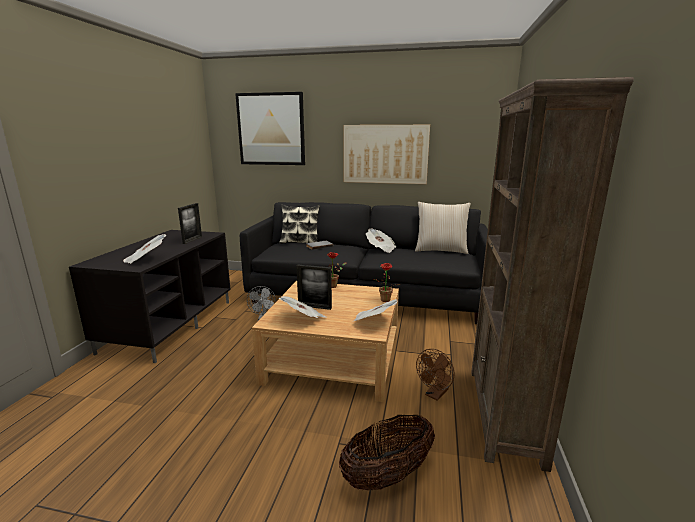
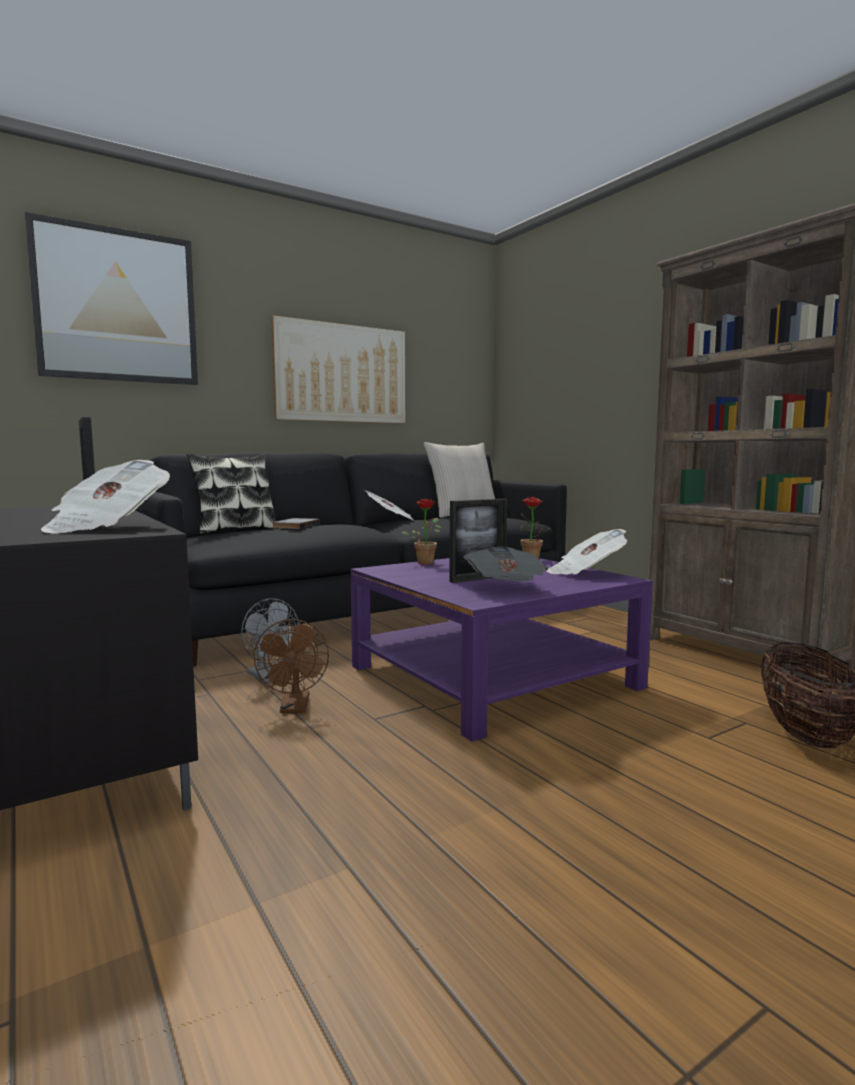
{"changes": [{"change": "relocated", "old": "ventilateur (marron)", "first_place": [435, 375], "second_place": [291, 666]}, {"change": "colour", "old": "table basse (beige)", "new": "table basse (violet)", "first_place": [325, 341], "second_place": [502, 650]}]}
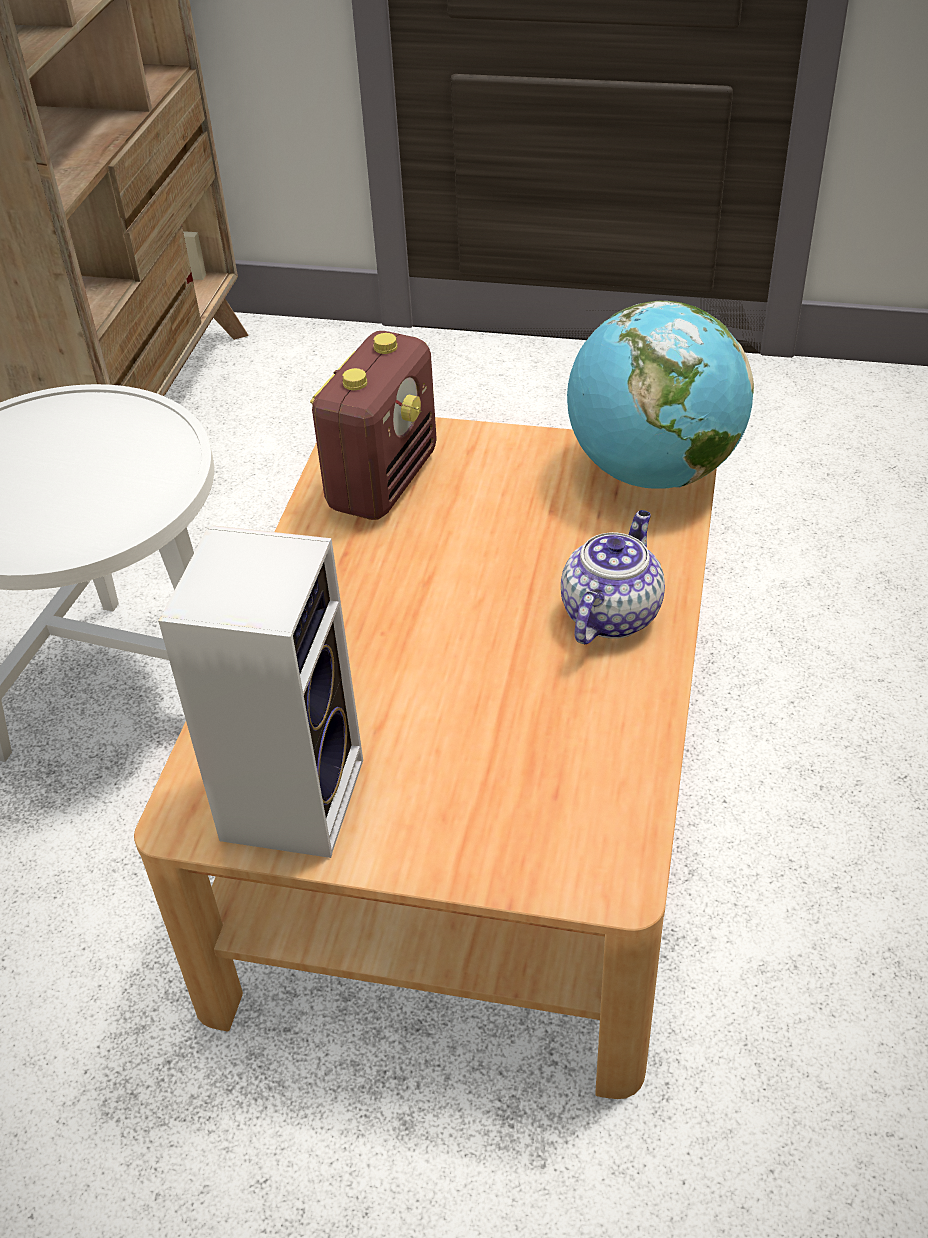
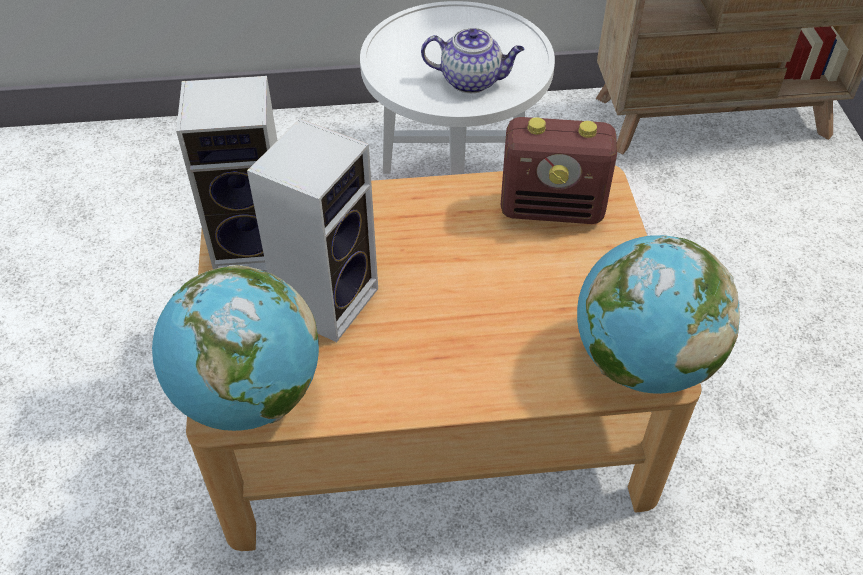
{"changes": [{"change": "appeared", "new": "globe", "second_place": [235, 348]}, {"change": "appeared", "new": "enceinte", "second_place": [312, 230]}, {"change": "relocated", "old": "théière", "first_place": [613, 577], "second_place": [472, 60]}]}
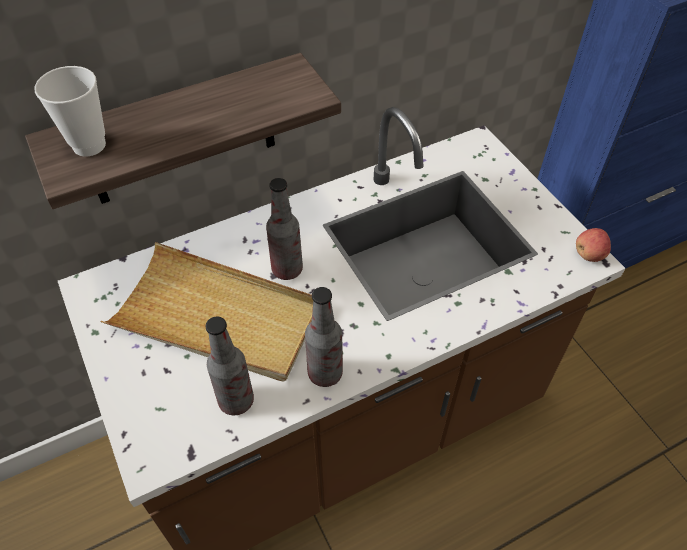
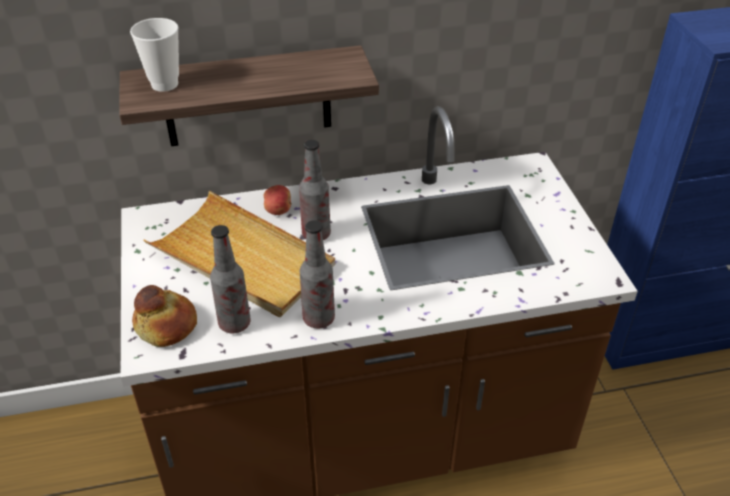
{"changes": [{"change": "appeared", "new": "pain", "second_place": [164, 316]}, {"change": "relocated", "old": "pomme", "first_place": [593, 245], "second_place": [277, 200]}]}
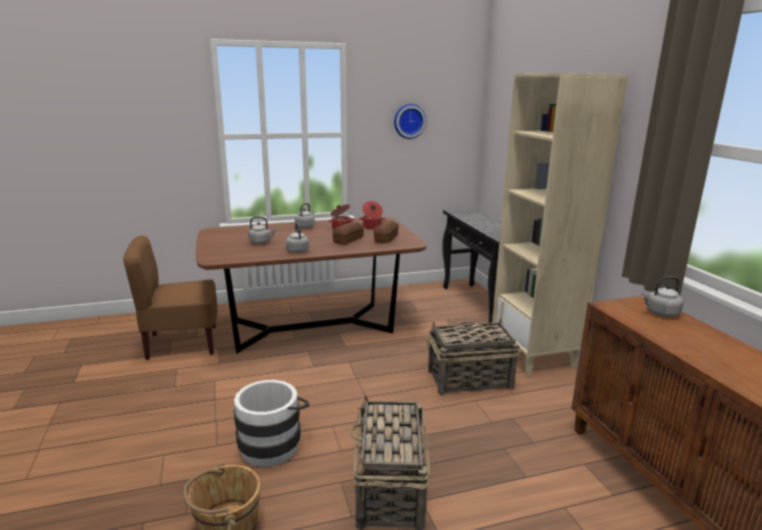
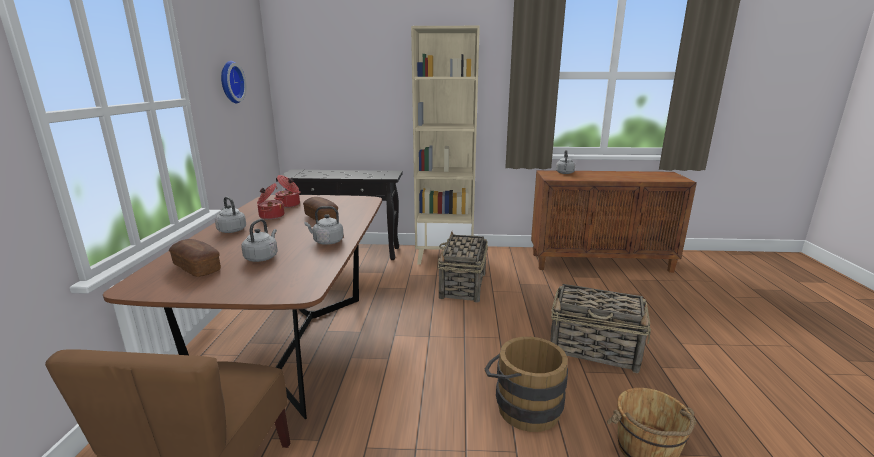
{"changes": [{"change": "relocated", "old": "pain", "first_place": [386, 232], "second_place": [195, 258]}, {"change": "colour", "old": "seau (blanc)", "new": "seau (marron)", "first_place": [272, 423], "second_place": [526, 384]}]}
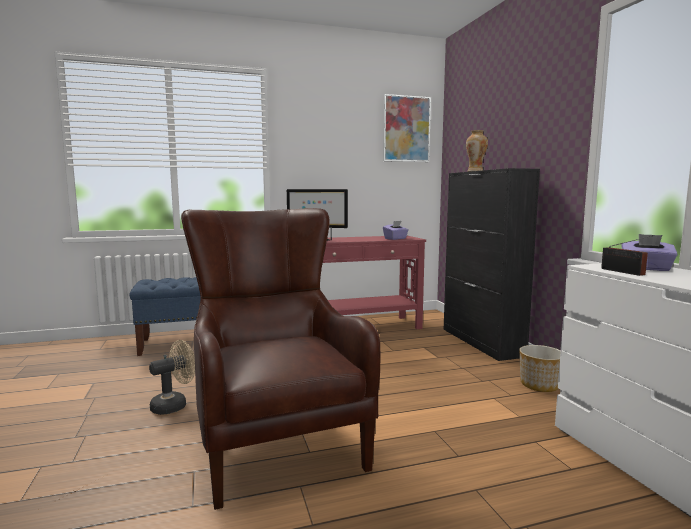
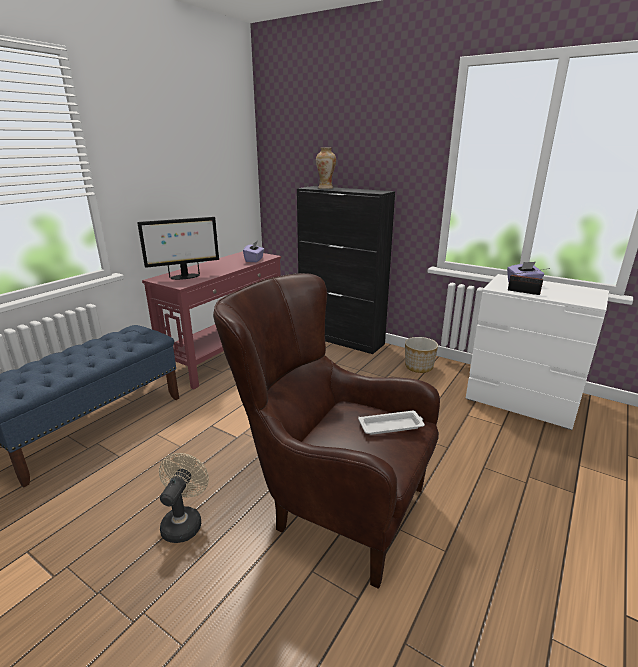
{"changes": [{"change": "appeared", "new": "plateau (blanc)", "second_place": [391, 423]}, {"change": "missing", "old": "tableau", "first_place": [407, 128]}]}
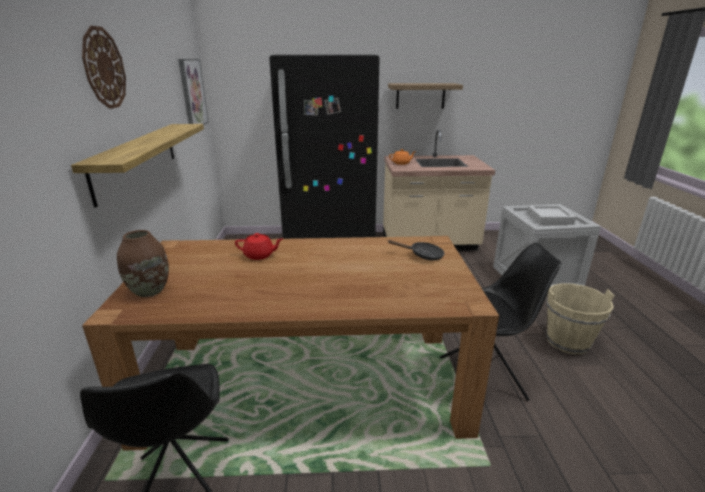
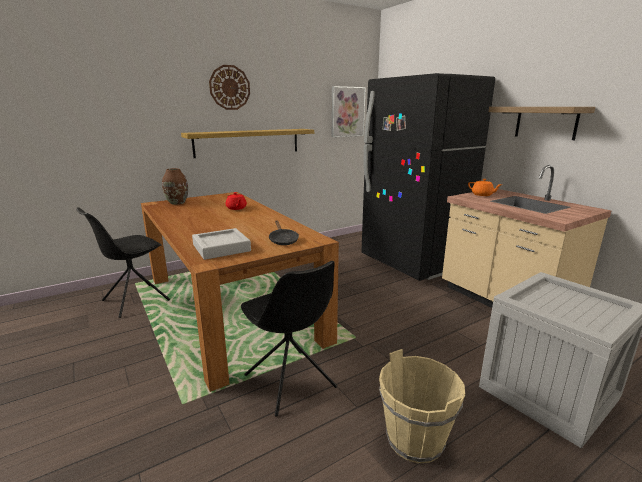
{"changes": [{"change": "relocated", "old": "plateau (gris)", "first_place": [551, 215], "second_place": [221, 244]}]}
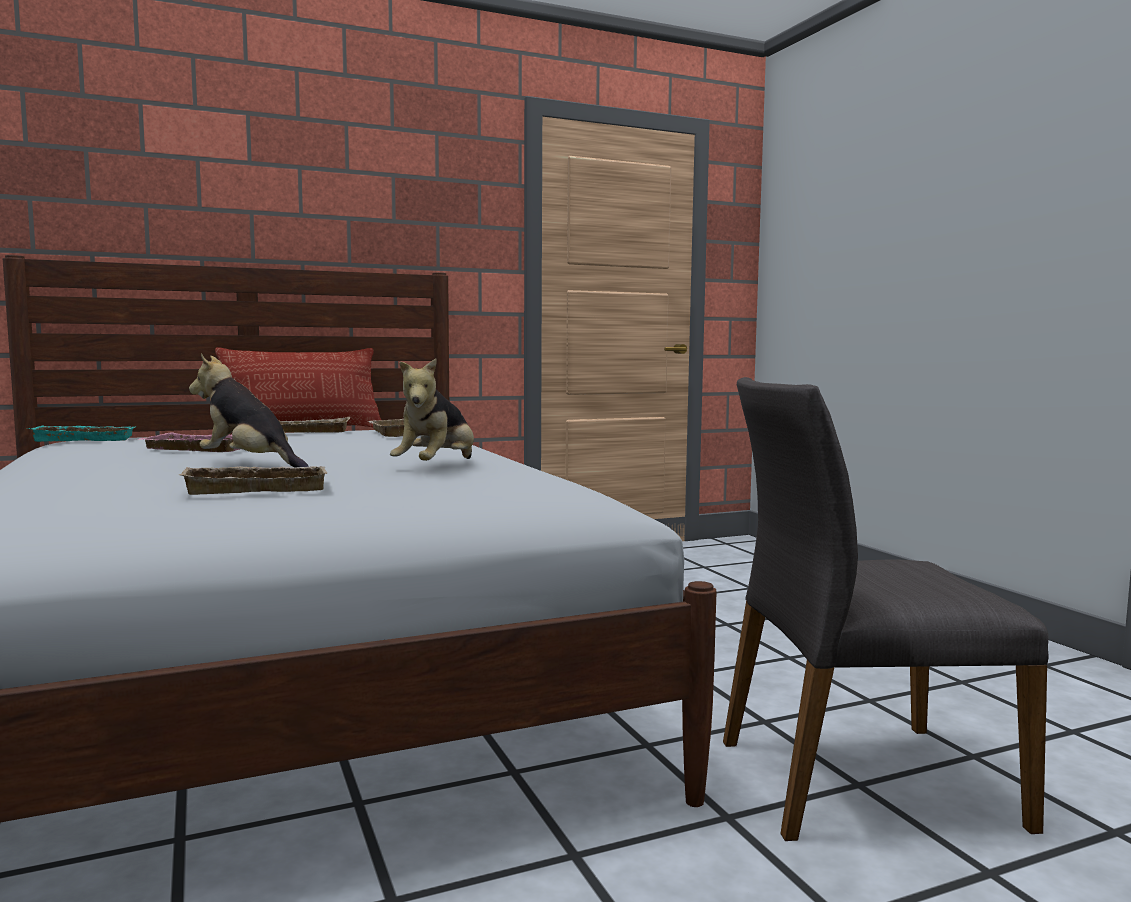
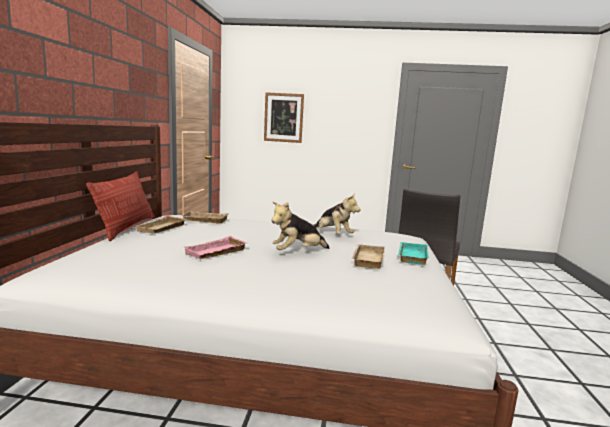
{"changes": [{"change": "appeared", "new": "tableau", "second_place": [284, 117]}, {"change": "relocated", "old": "plateau (turquoise)", "first_place": [81, 434], "second_place": [413, 253]}]}
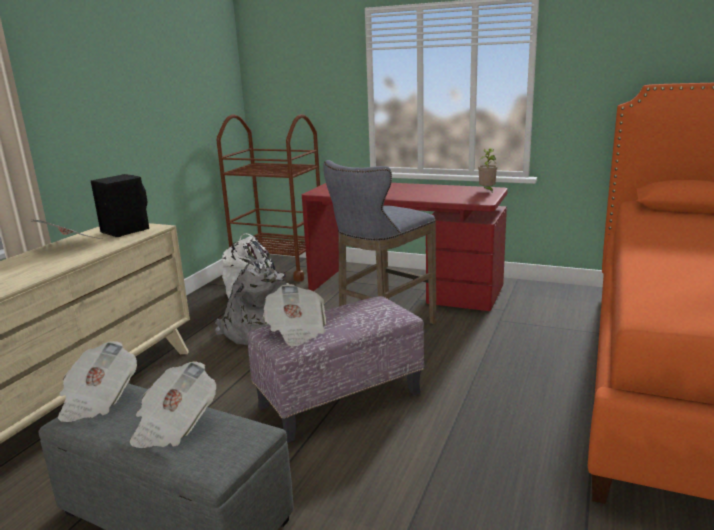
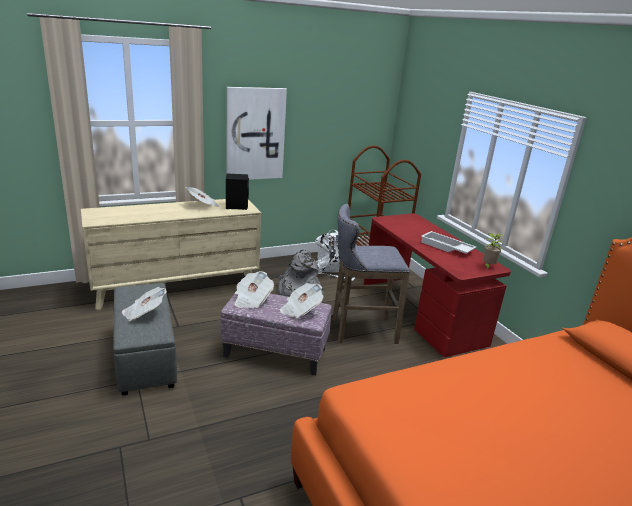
{"changes": [{"change": "appeared", "new": "tableau", "second_place": [257, 133]}, {"change": "relocated", "old": "journal", "first_place": [97, 381], "second_place": [301, 300]}, {"change": "appeared", "new": "plateau (blanc)", "second_place": [448, 242]}]}
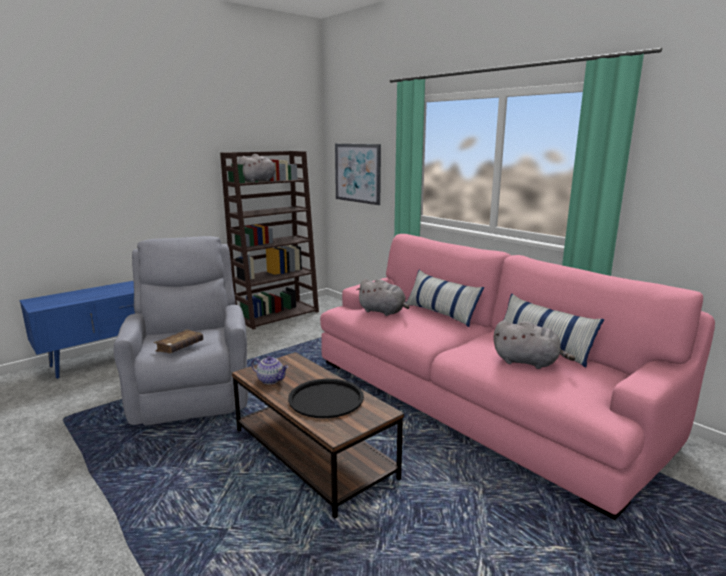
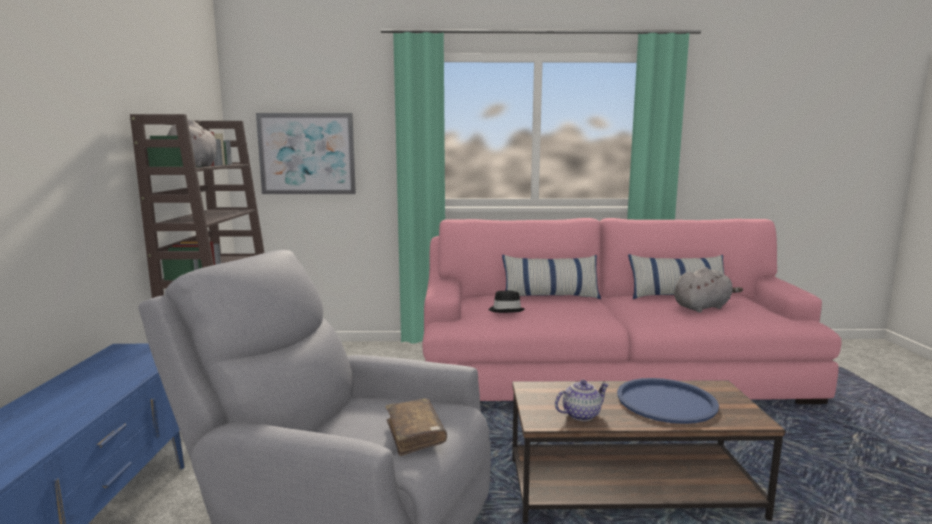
{"changes": [{"change": "exchanged", "old": "peluche (gris)", "new": "chapeau (noir)", "first_place": [382, 297], "second_place": [507, 301]}, {"change": "colour", "old": "plateau (noir)", "new": "plateau (bleu)", "first_place": [326, 398], "second_place": [668, 401]}]}
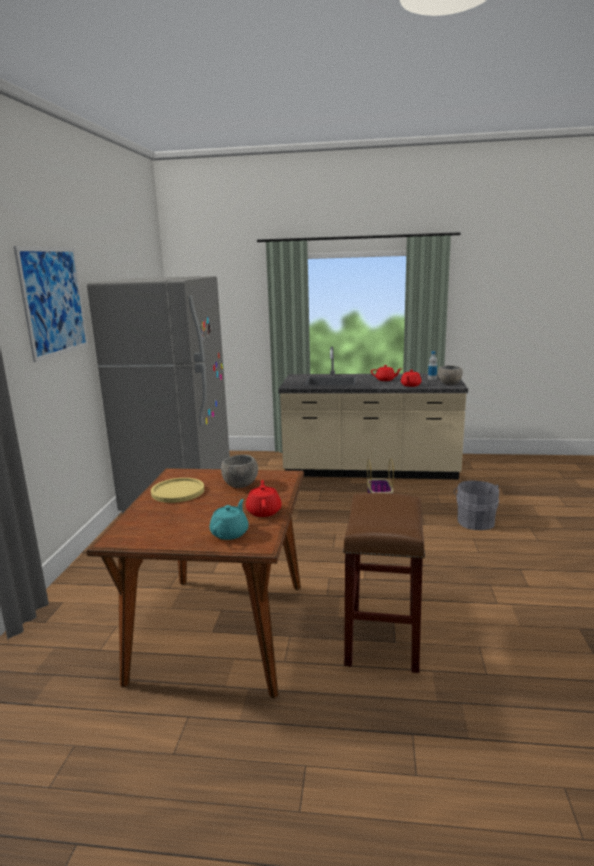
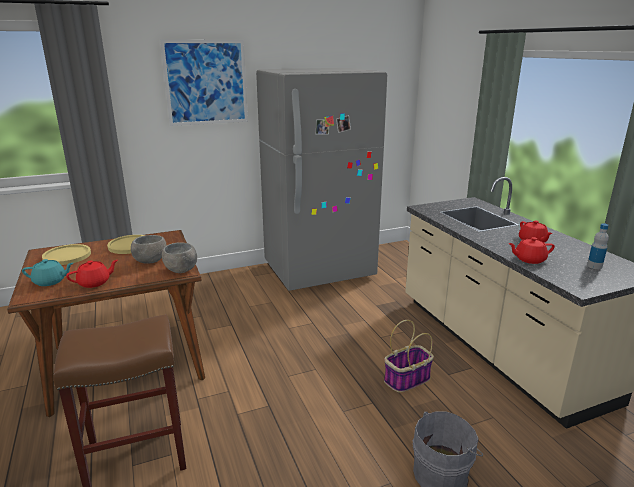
{"changes": [{"change": "appeared", "new": "assiette (jaune)", "second_place": [66, 254]}, {"change": "relocated", "old": "bol (gris)", "first_place": [450, 375], "second_place": [179, 257]}]}
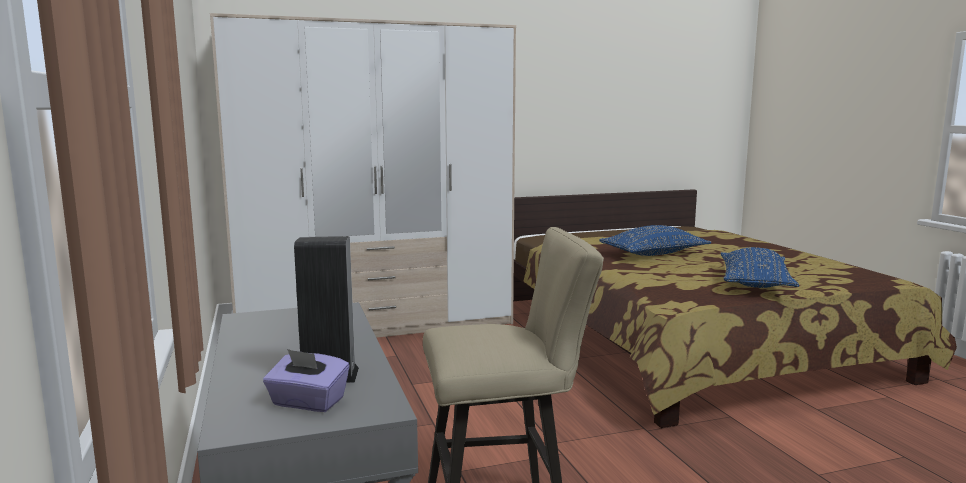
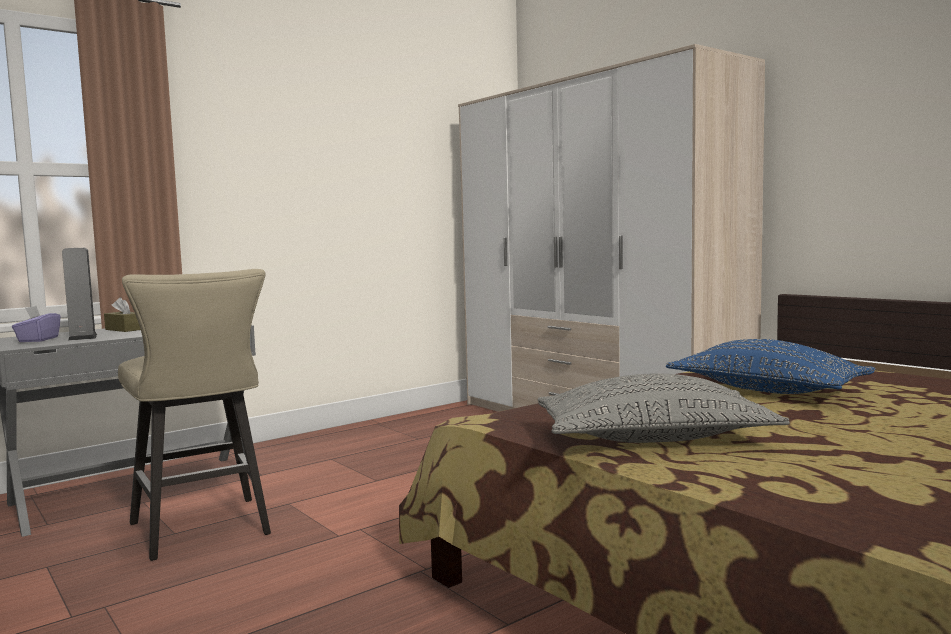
{"changes": [{"change": "appeared", "new": "boîte à mouchoirs (marron)", "second_place": [122, 314]}, {"change": "colour", "old": "coussin (bleu)", "new": "coussin (gris)", "first_place": [760, 267], "second_place": [663, 408]}]}
